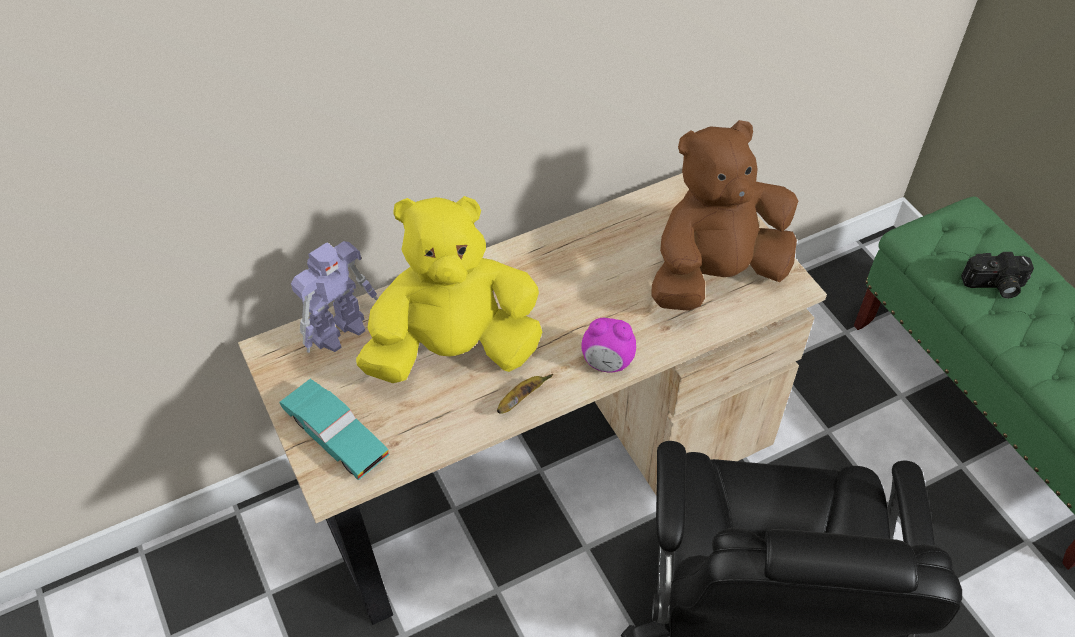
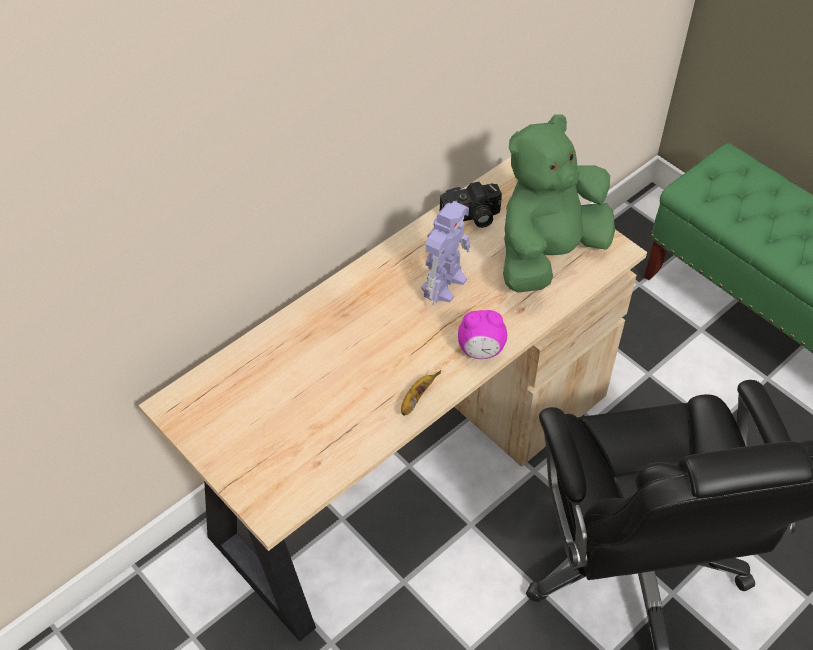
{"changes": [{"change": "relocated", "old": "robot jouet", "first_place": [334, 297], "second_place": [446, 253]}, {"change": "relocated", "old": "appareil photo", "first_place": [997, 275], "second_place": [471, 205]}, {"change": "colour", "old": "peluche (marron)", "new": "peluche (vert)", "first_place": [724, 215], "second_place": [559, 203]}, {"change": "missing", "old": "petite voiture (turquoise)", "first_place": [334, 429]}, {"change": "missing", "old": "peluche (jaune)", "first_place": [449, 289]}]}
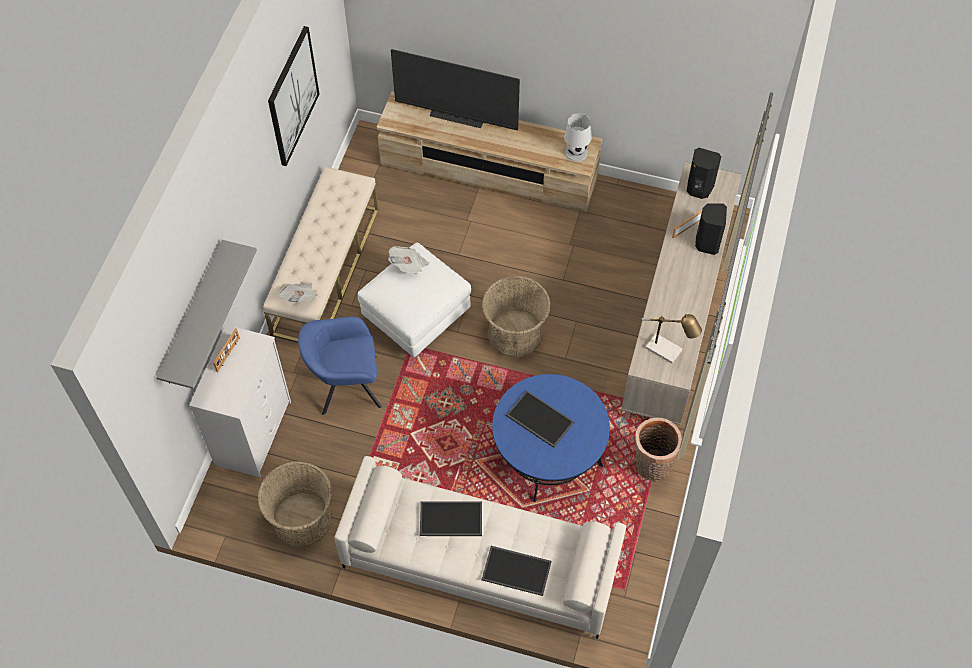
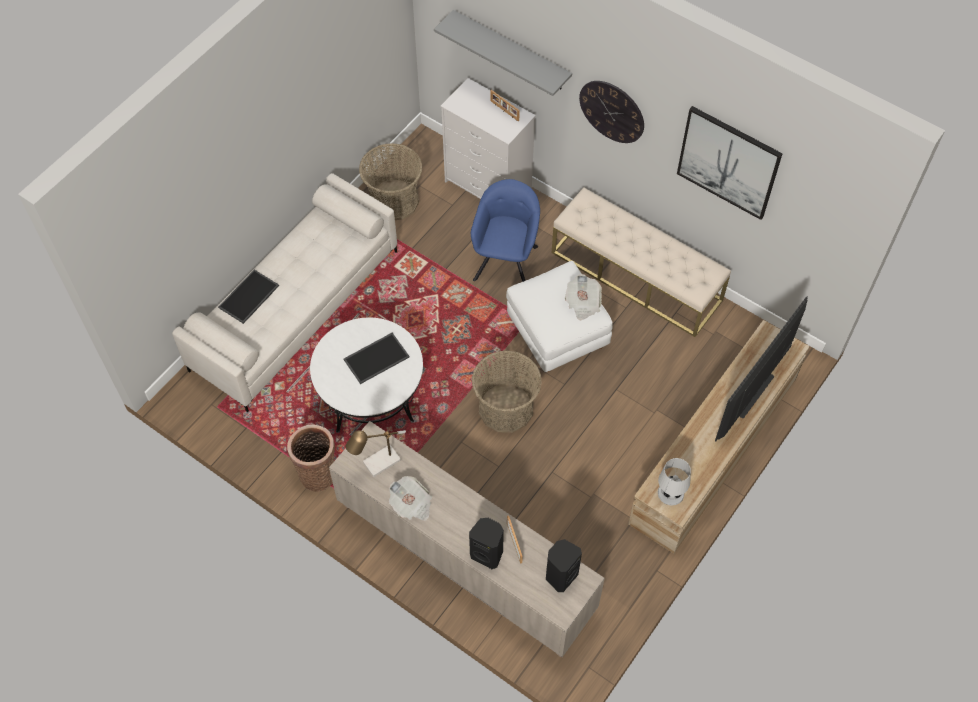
{"changes": [{"change": "colour", "old": "table basse (bleu)", "new": "table basse (blanc)", "first_place": [551, 438], "second_place": [366, 375]}, {"change": "relocated", "old": "journal", "first_place": [297, 292], "second_place": [410, 498]}, {"change": "appeared", "new": "horloge murale", "second_place": [611, 112]}, {"change": "missing", "old": "plateau", "first_place": [451, 518]}]}
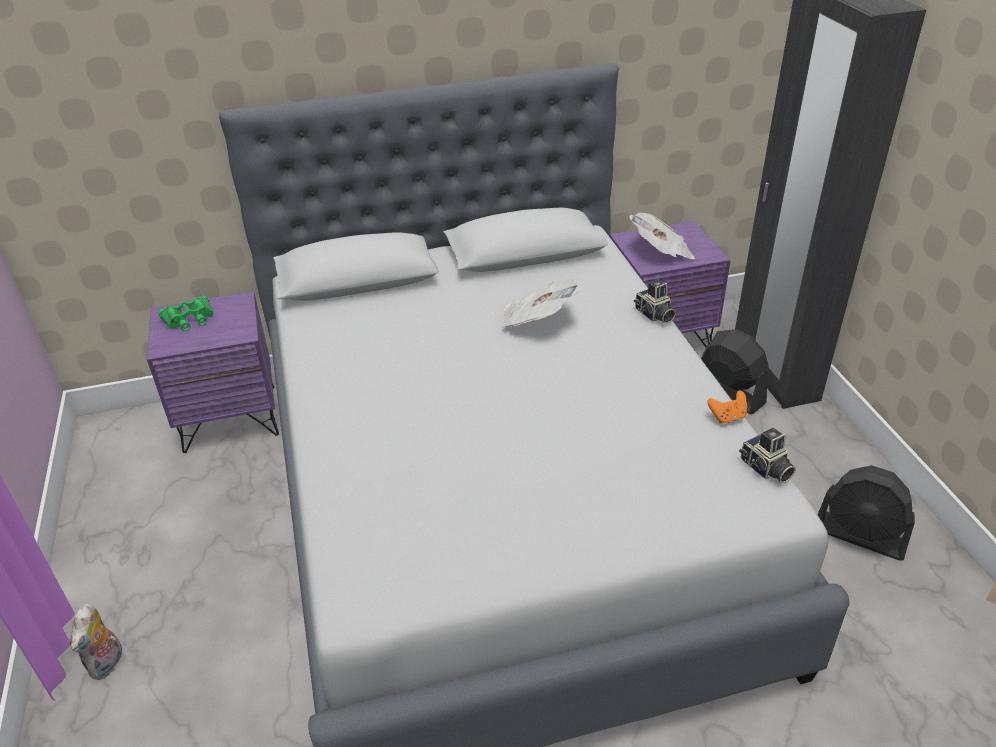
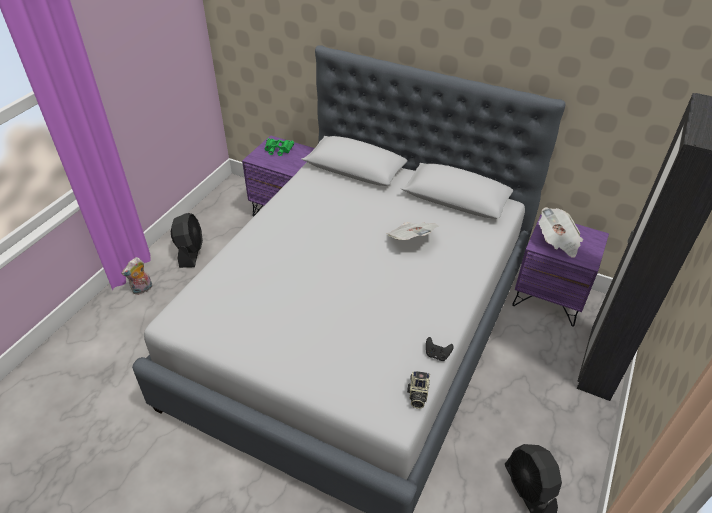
{"changes": [{"change": "relocated", "old": "ventilateur (noir)", "first_place": [735, 371], "second_place": [187, 240]}, {"change": "colour", "old": "manette (orange)", "new": "manette (noir)", "first_place": [727, 407], "second_place": [440, 349]}, {"change": "missing", "old": "appareil photo", "first_place": [655, 301]}]}
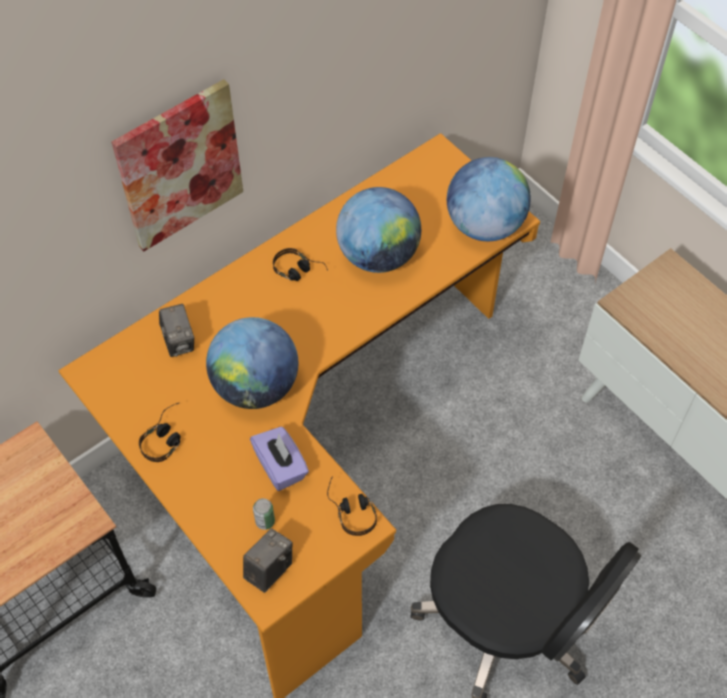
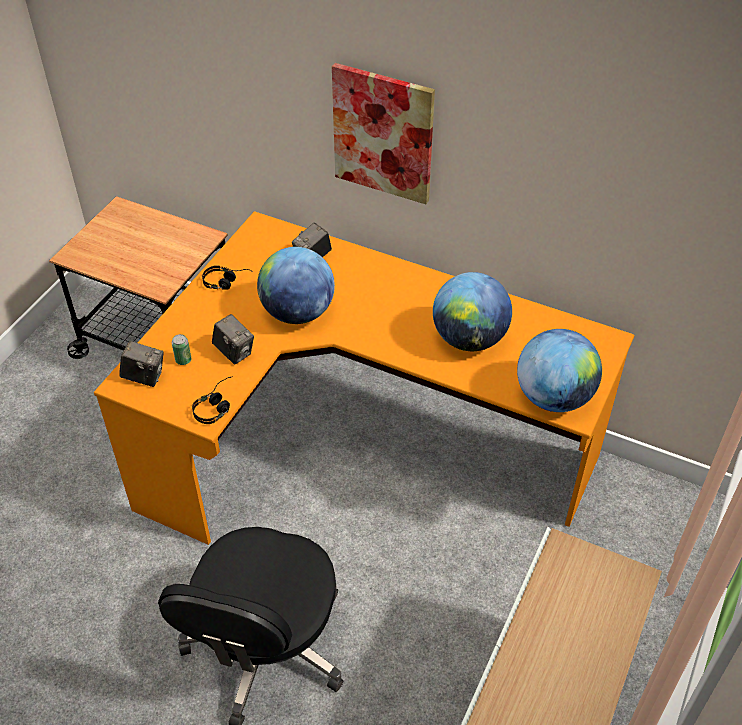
{"changes": [{"change": "exchanged", "old": "boîte à mouchoirs (violet)", "new": "appareil photo", "first_place": [279, 459], "second_place": [233, 339]}, {"change": "missing", "old": "casque audio", "first_place": [300, 264]}]}
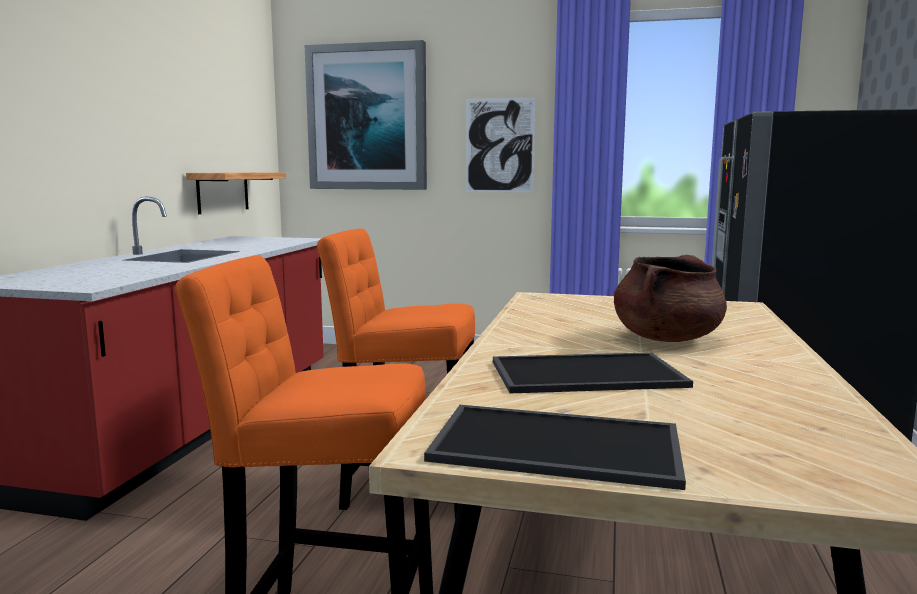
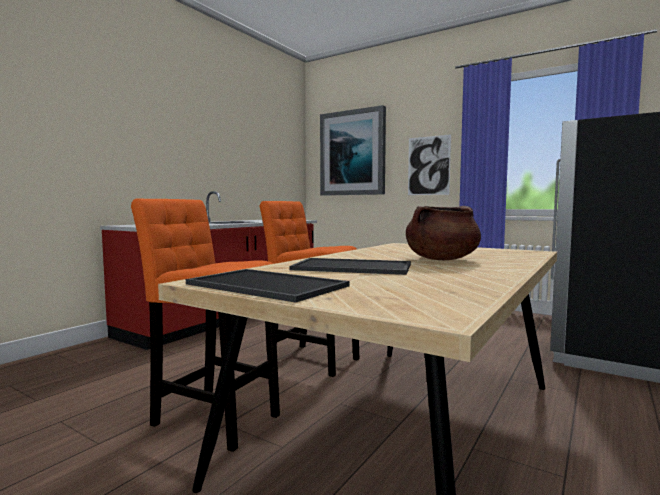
{"changes": [{"change": "missing", "old": "étagère", "first_place": [236, 193]}]}
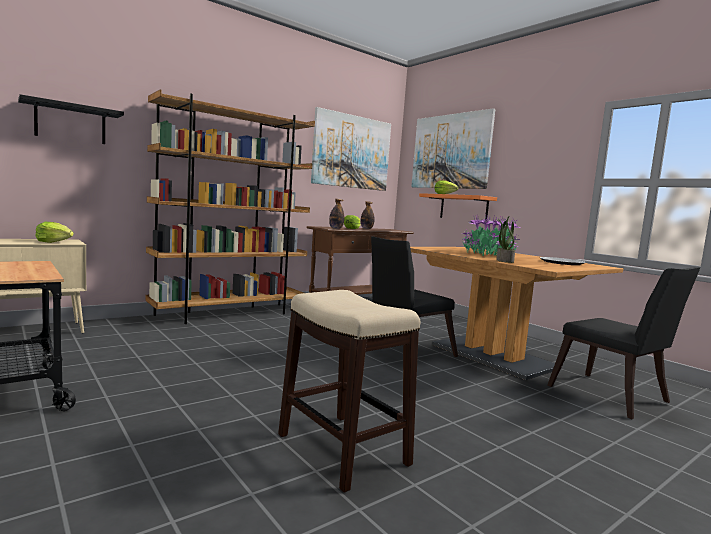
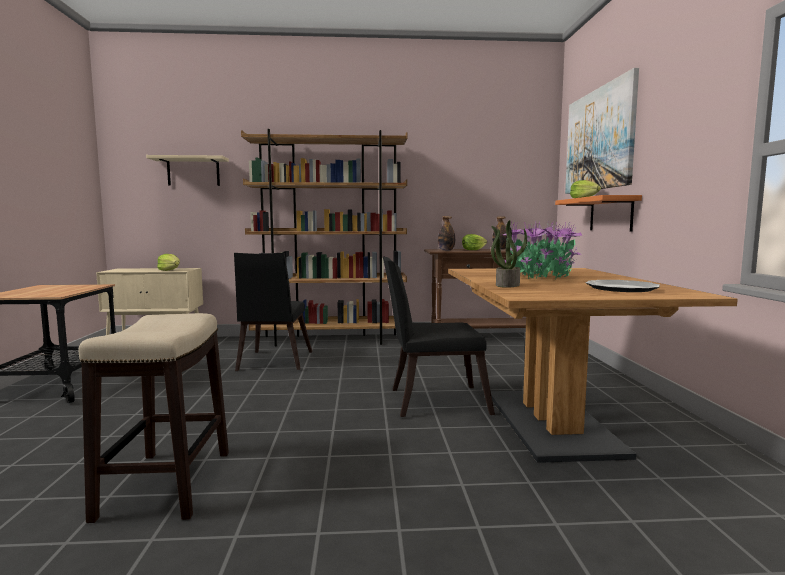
{"changes": [{"change": "colour", "old": "étagère (noir)", "new": "étagère (beige)", "first_place": [71, 119], "second_place": [187, 170]}, {"change": "relocated", "old": "chaise (noir)", "first_place": [624, 343], "second_place": [273, 311]}, {"change": "missing", "old": "tableau", "first_place": [351, 149]}]}
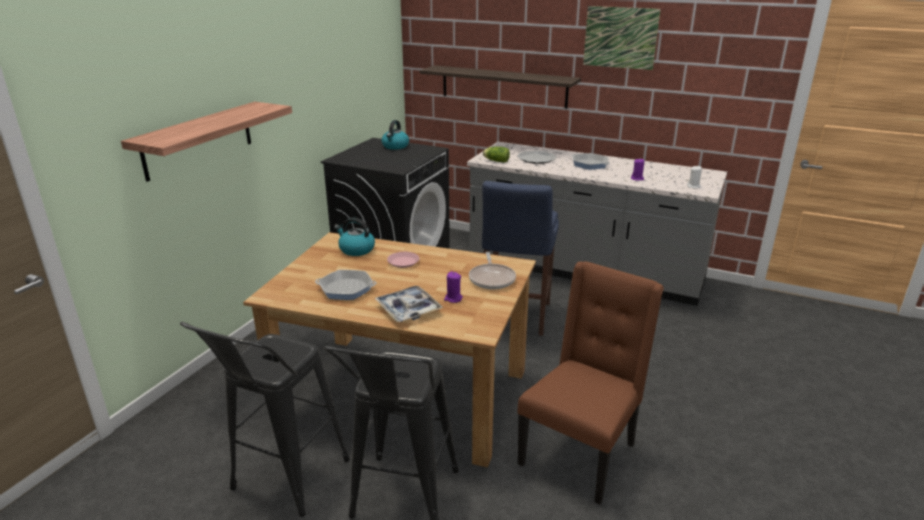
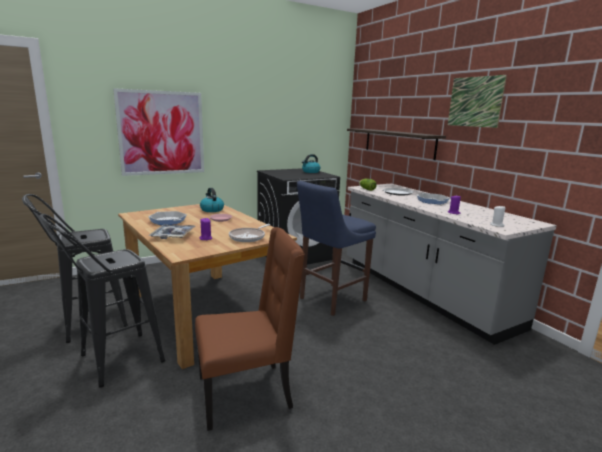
{"changes": [{"change": "exchanged", "old": "étagère", "new": "tableau", "first_place": [206, 142], "second_place": [158, 132]}]}
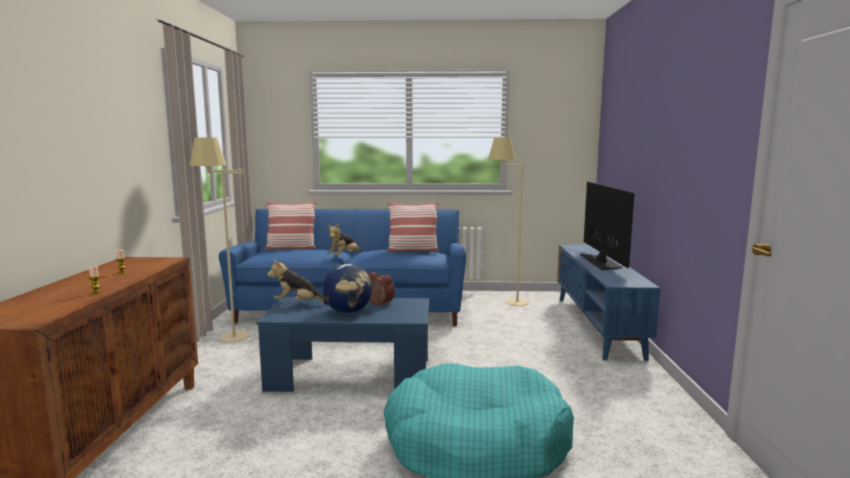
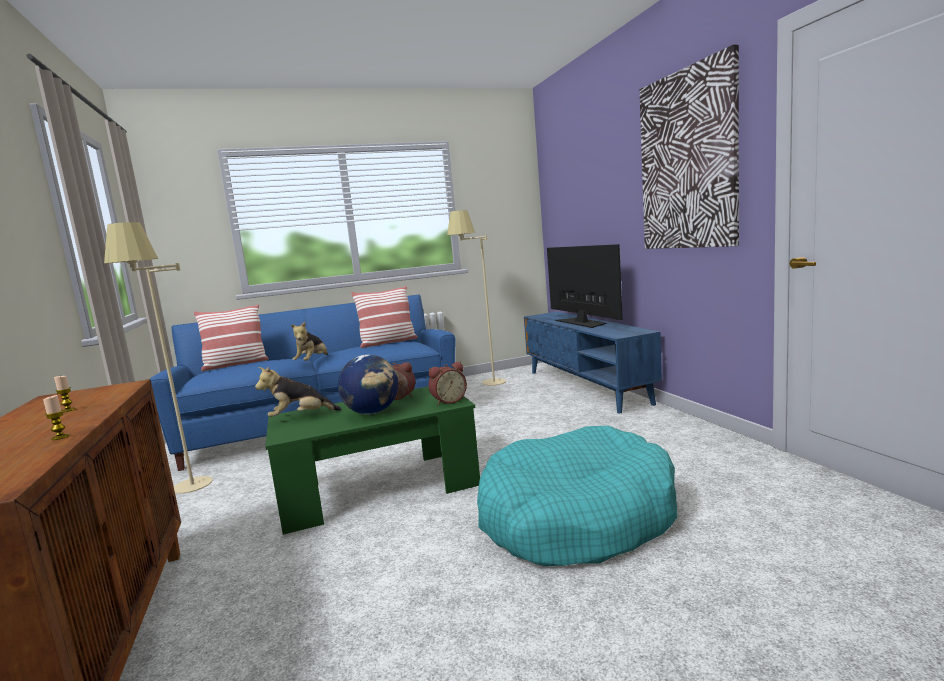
{"changes": [{"change": "colour", "old": "table basse (bleu)", "new": "table basse (vert)", "first_place": [342, 344], "second_place": [372, 460]}, {"change": "appeared", "new": "réveil", "second_place": [447, 383]}, {"change": "appeared", "new": "tableau", "second_place": [689, 147]}]}
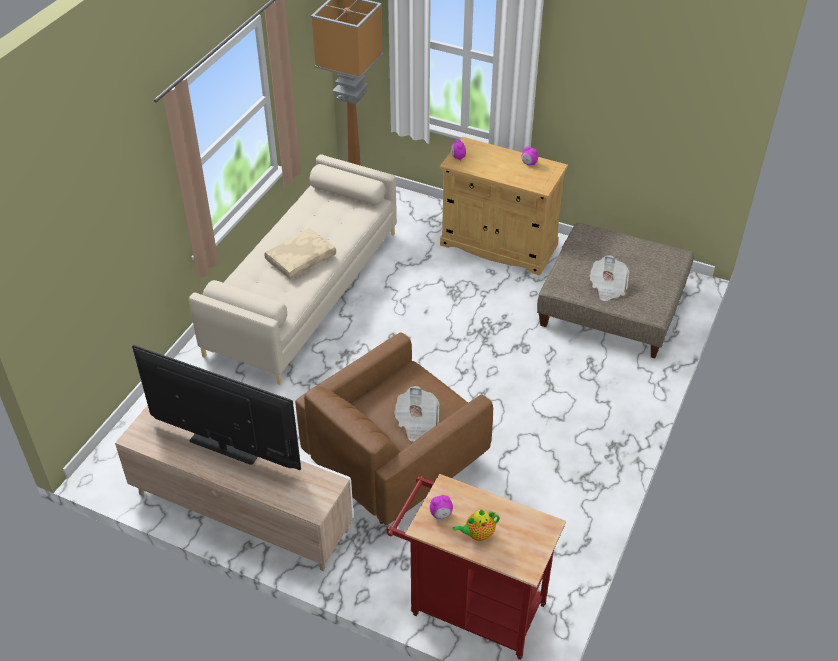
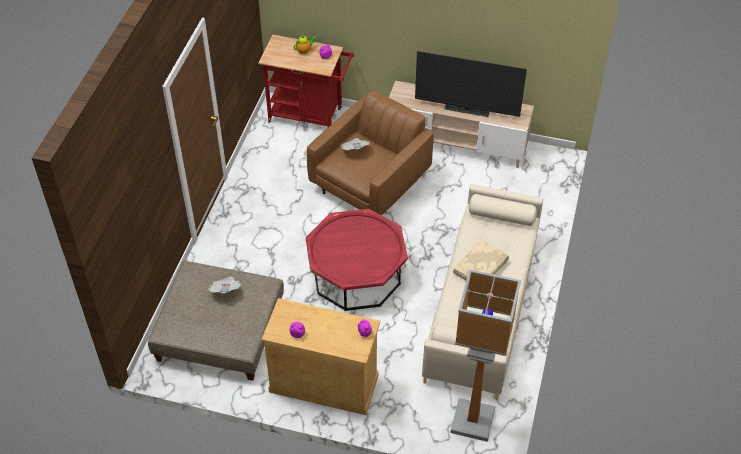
{"changes": [{"change": "appeared", "new": "table basse (rouge)", "second_place": [357, 260]}]}
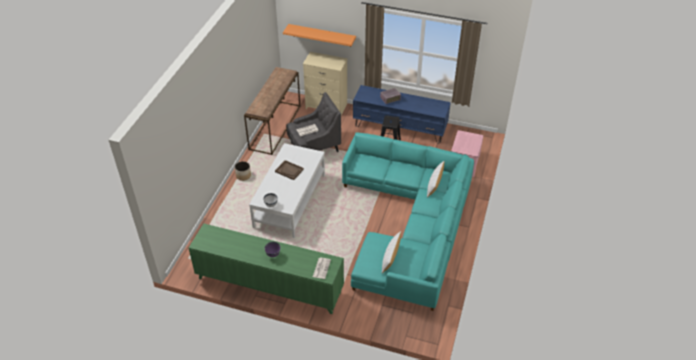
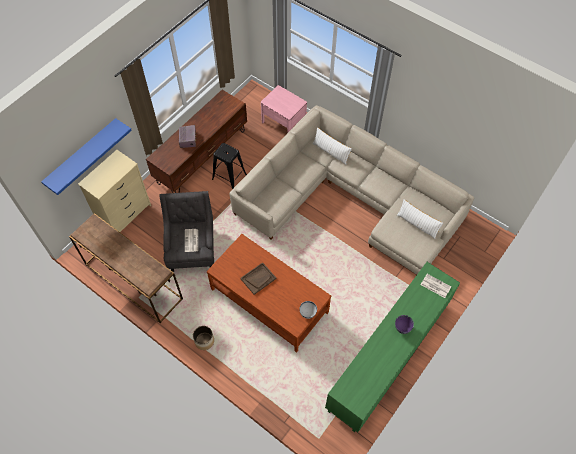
{"changes": [{"change": "colour", "old": "étagère (orange)", "new": "étagère (bleu)", "first_place": [319, 35], "second_place": [86, 156]}, {"change": "colour", "old": "meuble télé (bleu)", "new": "meuble télé (marron)", "first_place": [402, 114], "second_place": [196, 141]}, {"change": "colour", "old": "table basse (blanc)", "new": "table basse (marron)", "first_place": [287, 190], "second_place": [269, 293]}, {"change": "colour", "old": "canapé (turquoise)", "new": "canapé (beige)", "first_place": [408, 221], "second_place": [351, 190]}]}
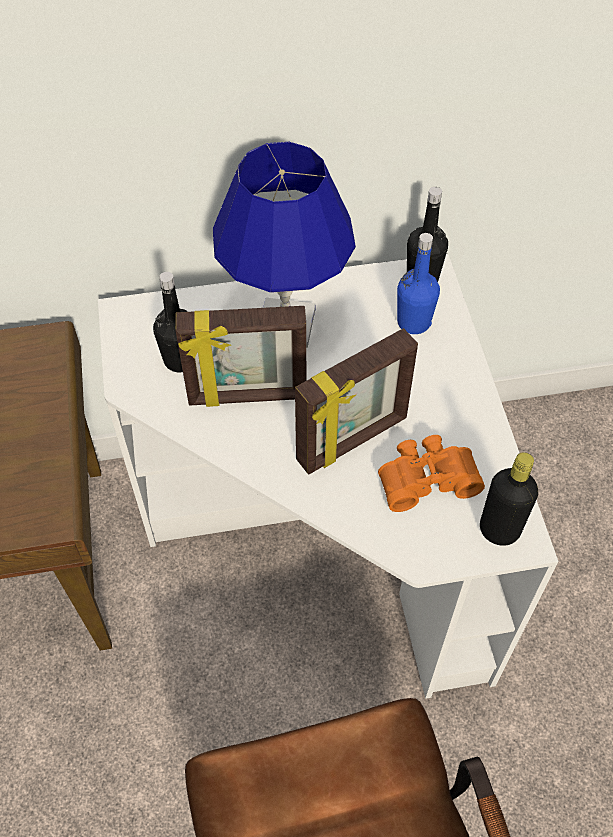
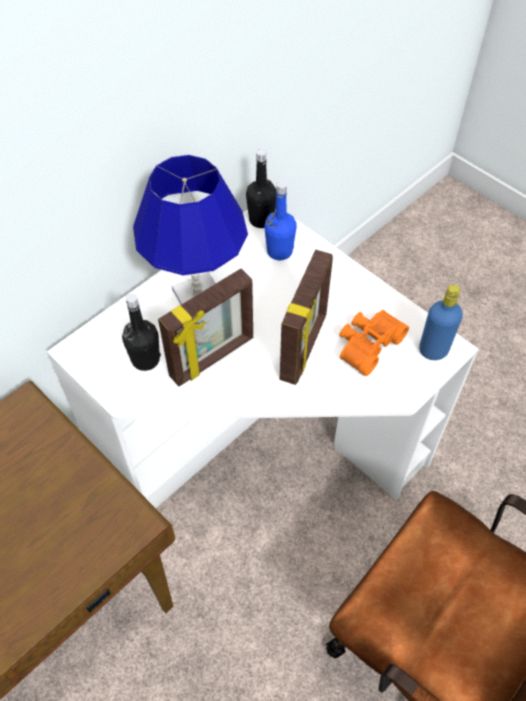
{"changes": [{"change": "colour", "old": "bouteille (noir)", "new": "bouteille (bleu)", "first_place": [509, 499], "second_place": [441, 322]}]}
